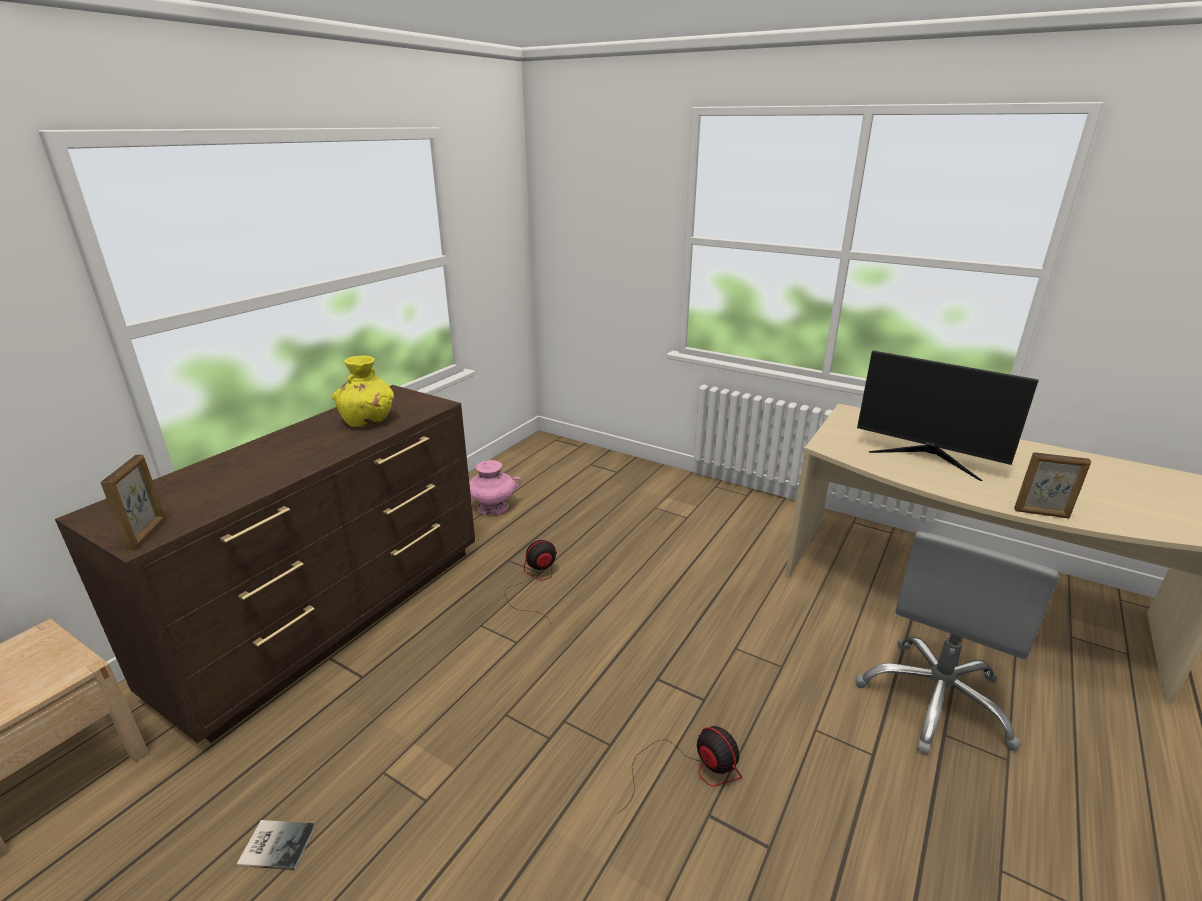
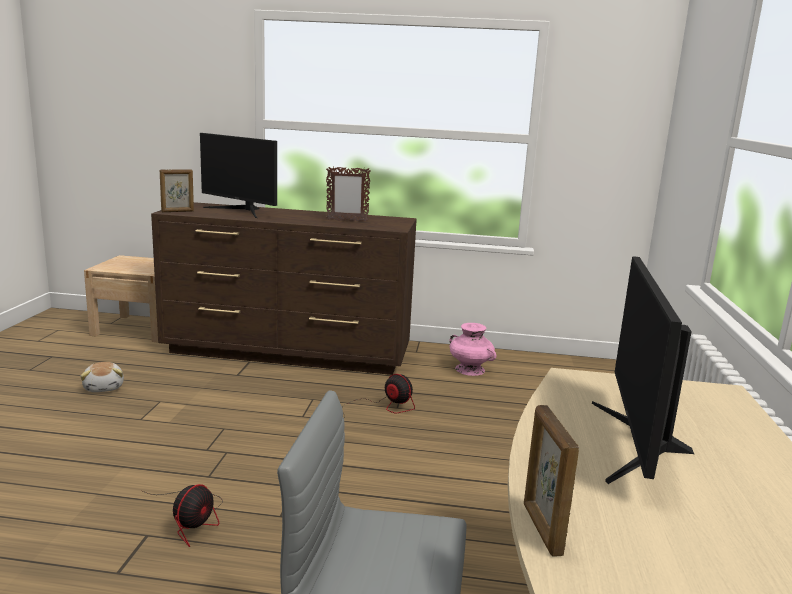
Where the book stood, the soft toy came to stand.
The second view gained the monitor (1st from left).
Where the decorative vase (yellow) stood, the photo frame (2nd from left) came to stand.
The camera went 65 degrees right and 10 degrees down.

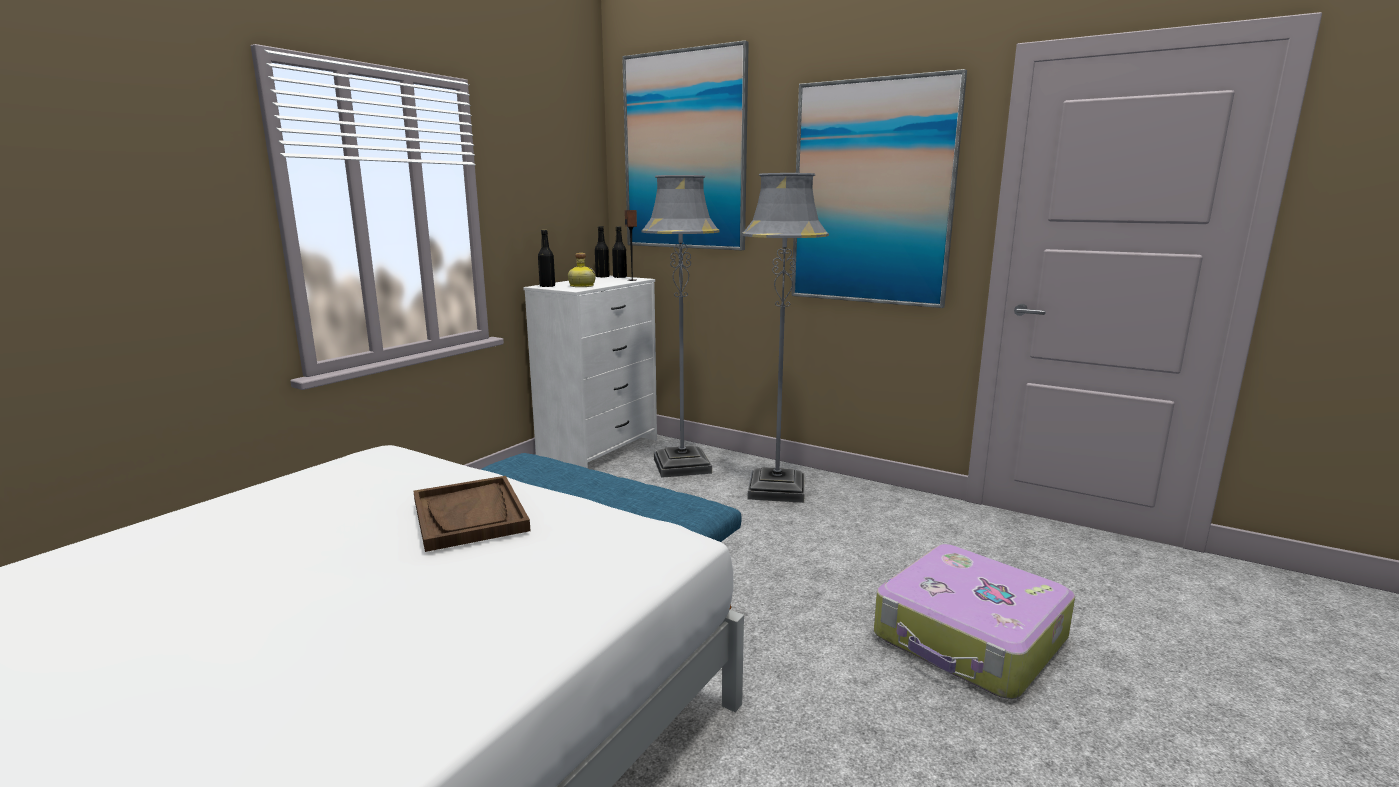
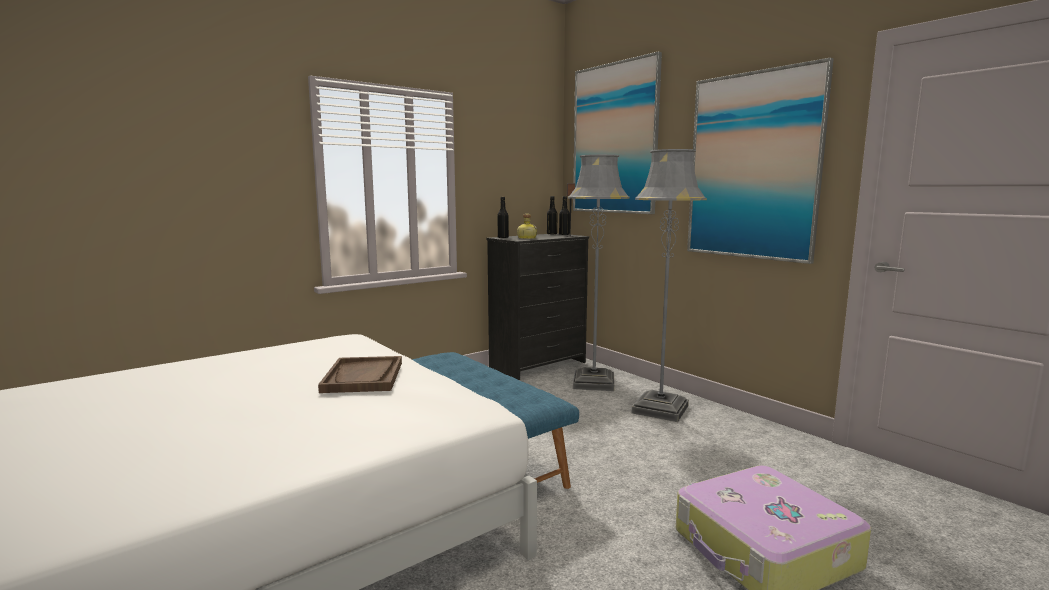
What was the chest of drawers (white) turned into the chest of drawers (black).
The camera went 20 degrees right and 5 degrees down.

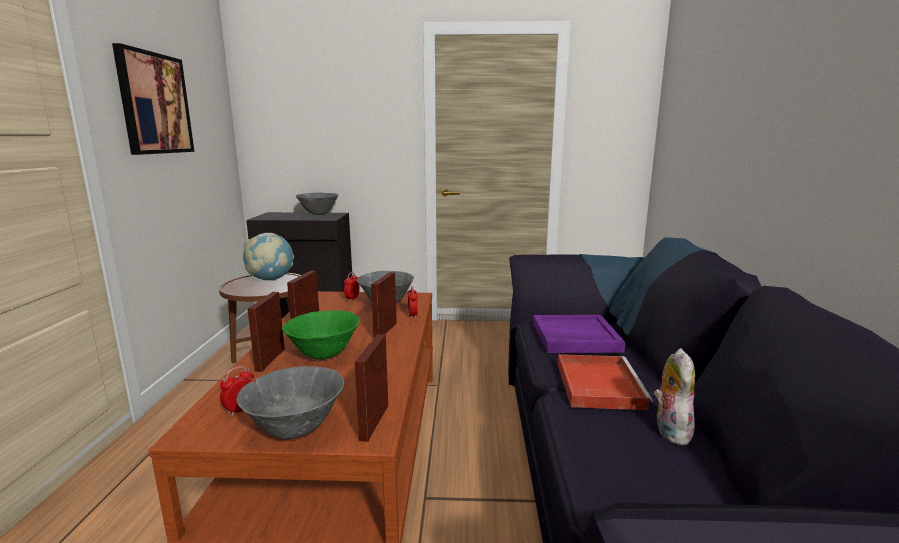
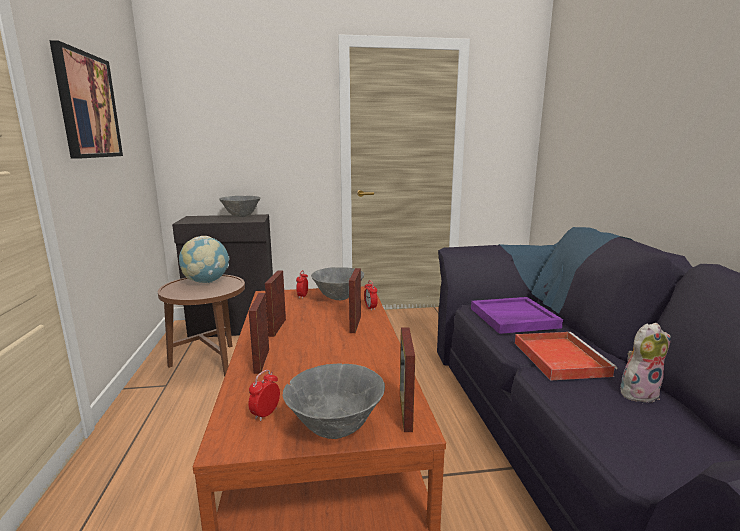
The soft toy ended up facing another way, 75 degrees clockwise from before.
The second view lost the serving bowl (green-coloured).
The camera went 10 degrees left and 0 degrees up.

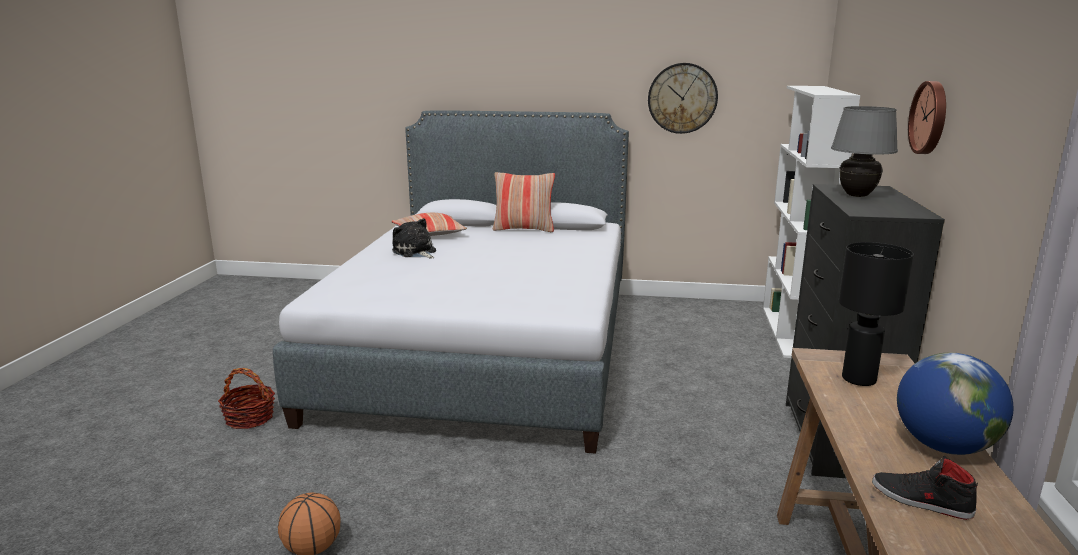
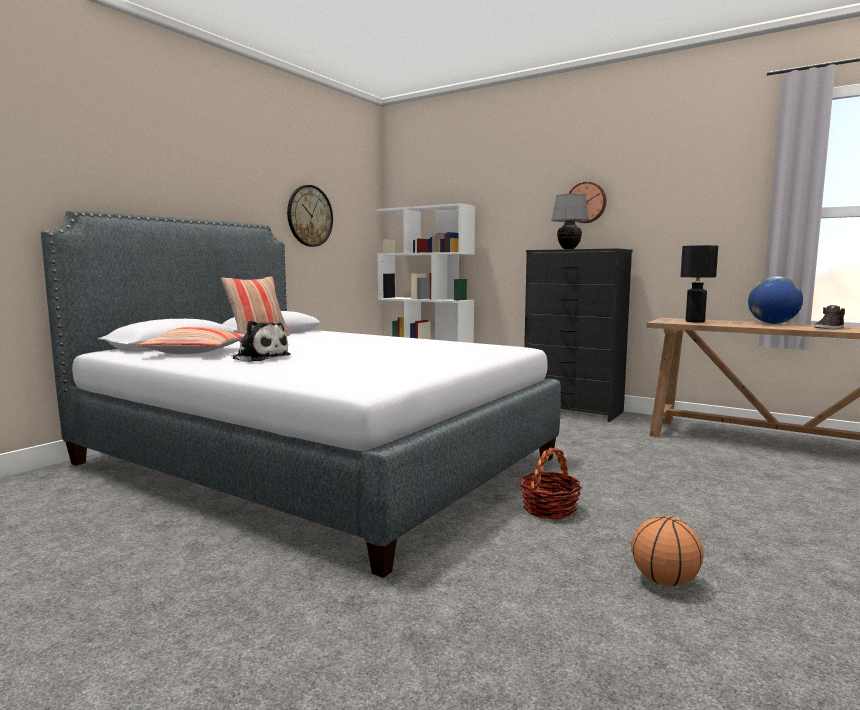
The soft toy ended up facing another way, 135 degrees counterclockwise from before.
The storage basket ended up elsewhere.
The camera went 65 degrees left and 10 degrees down.

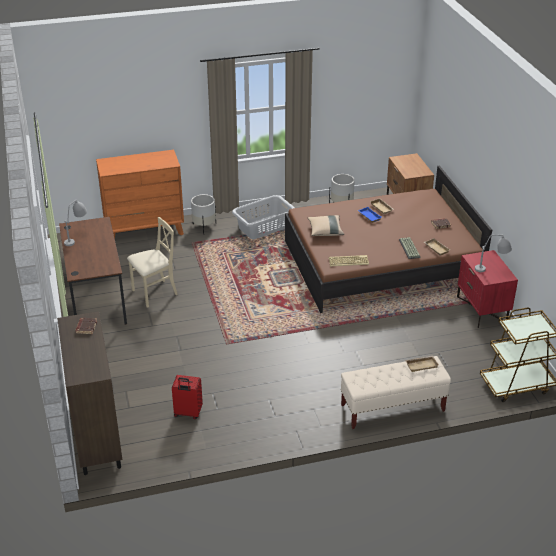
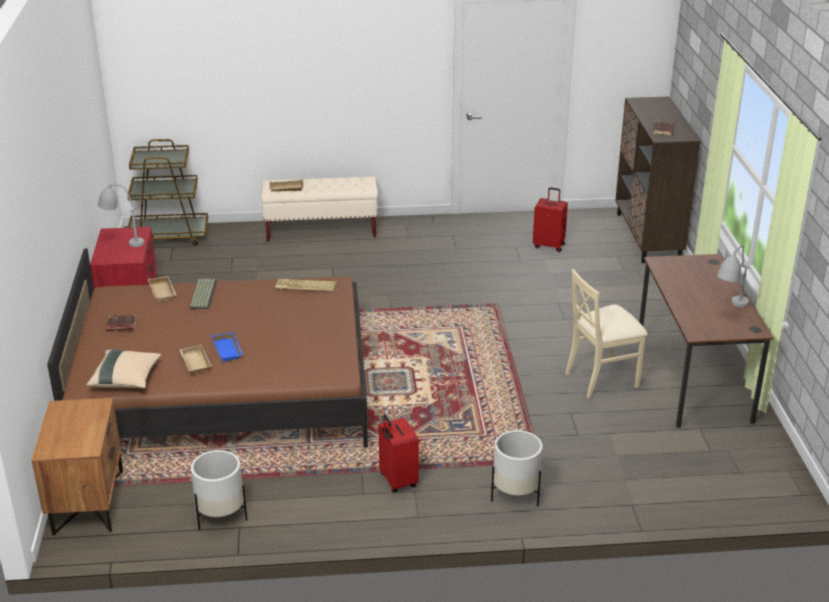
The throw pillow (beige) ended up elsewhere.
Where the laundry basket (grey) stood, the travel case (red-coloured) (1st from left) came to stand.
The second view lost the chest of drawers (orangey).
The camera went 170 degrees left and 5 degrees down.

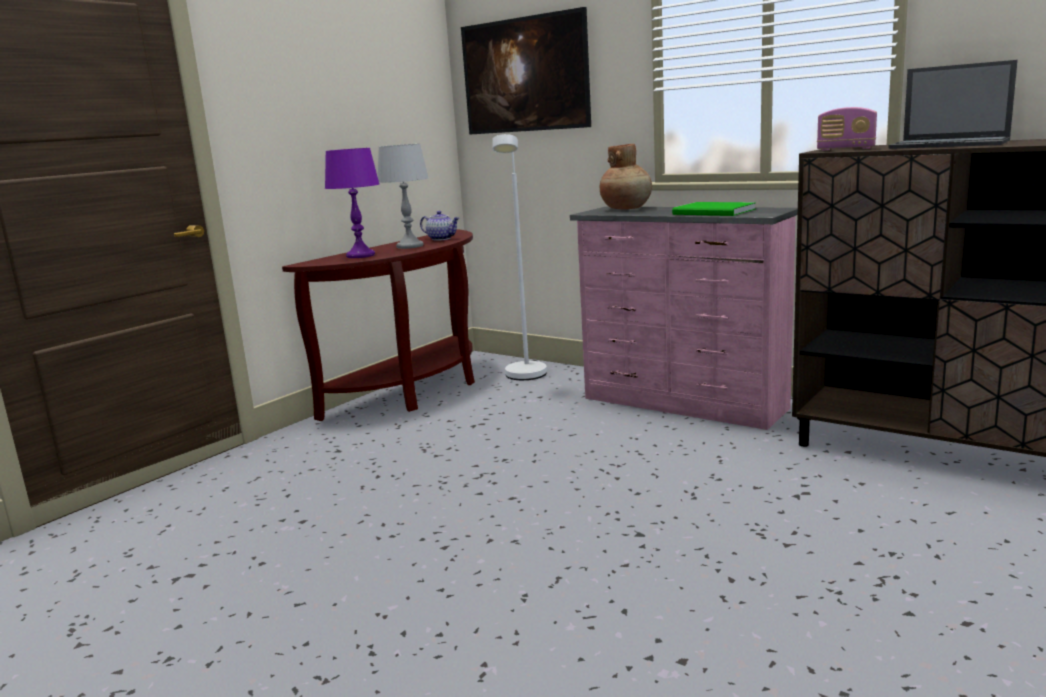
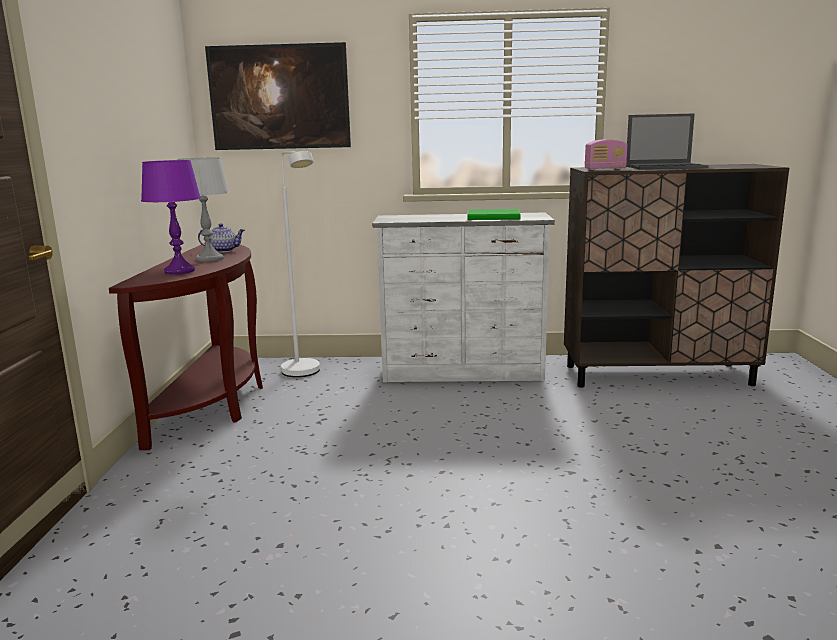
What was the chest of drawers (pink) turned into the chest of drawers (white).
The second view lost the decorative vase (brown).
The camera went 35 degrees left and 0 degrees up.

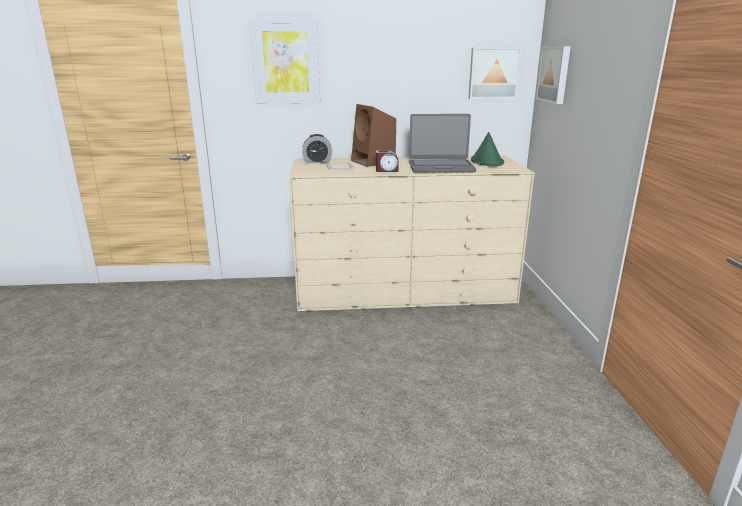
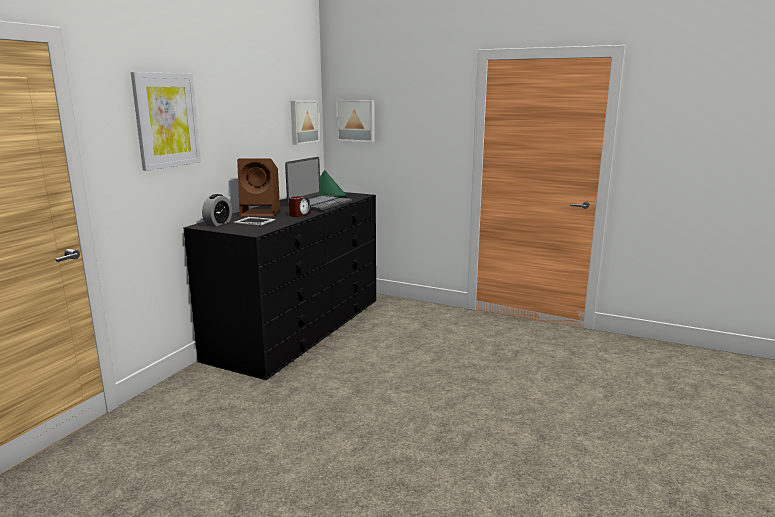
What was the chest of drawers (beige) turned into the chest of drawers (black).
The camera went 60 degrees left and 5 degrees down.

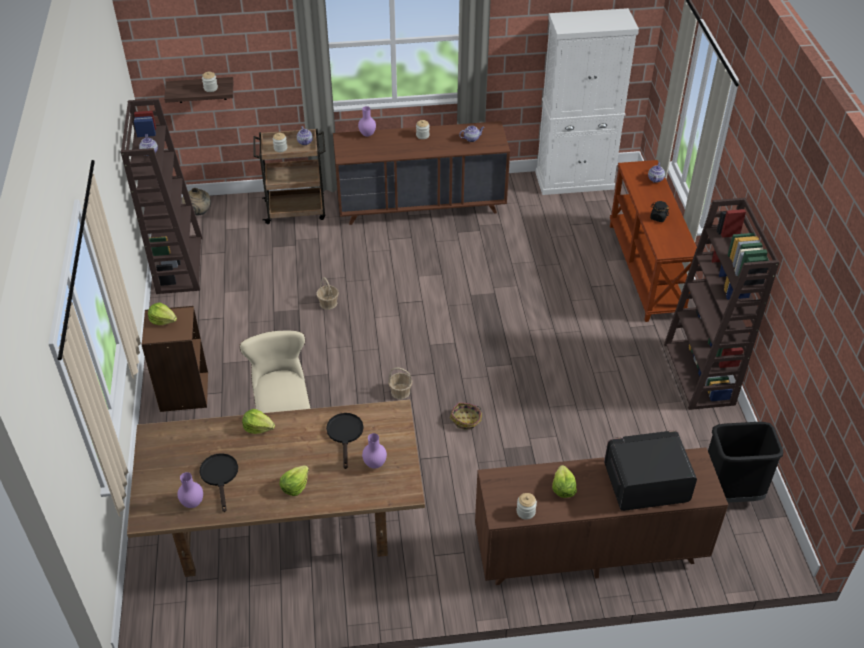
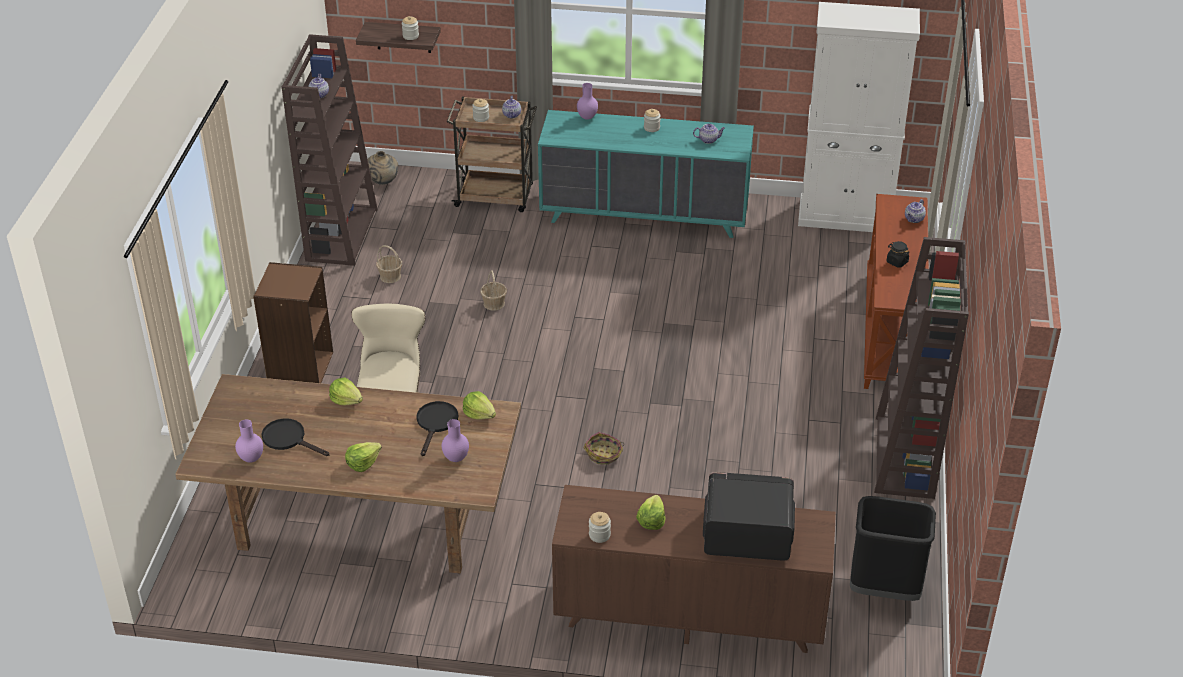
The frying pan (black) (1st from left) ended up facing another way, 60 degrees counterclockwise from before.
The storage basket (2nd from left in the first image) ended up elsewhere.
The lettuce (1st from left in the first image) ended up elsewhere.
What was the chest of drawers (brown) (1st from left) turned into the chest of drawers (turquoise).
The camera went 15 degrees right and 5 degrees down.

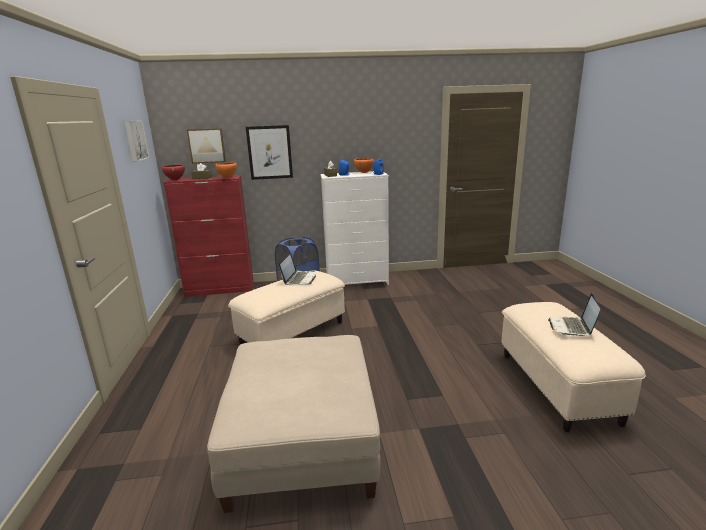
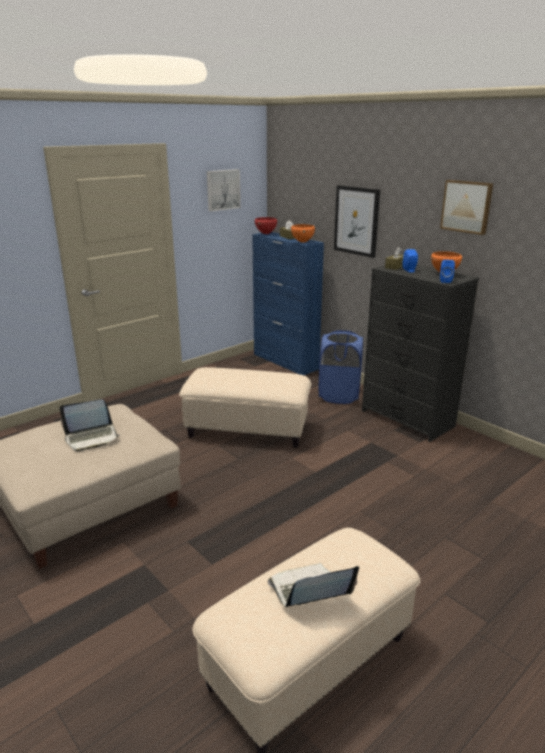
The notebook computer (1st from left) ended up elsewhere.
What was the storage cabinet (red-coloured) turned into the storage cabinet (blue).
What was the chest of drawers (white) turned into the chest of drawers (black).
The wall picture (2nd from left in the first image) ended up elsewhere.
The camera went 55 degrees right and 5 degrees up.

